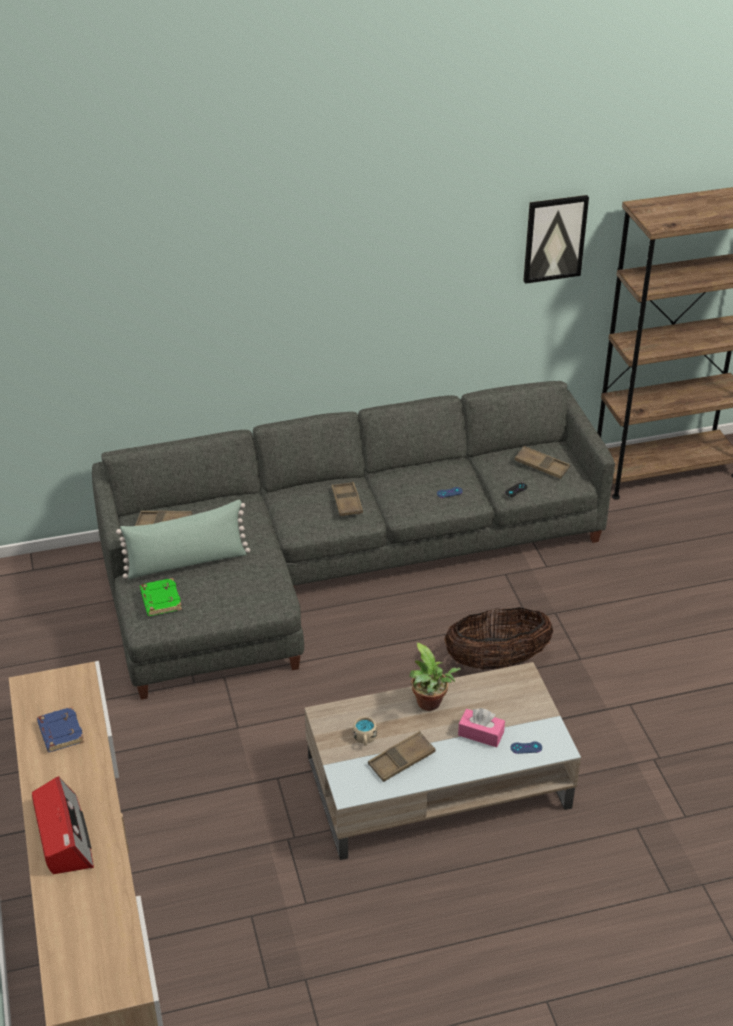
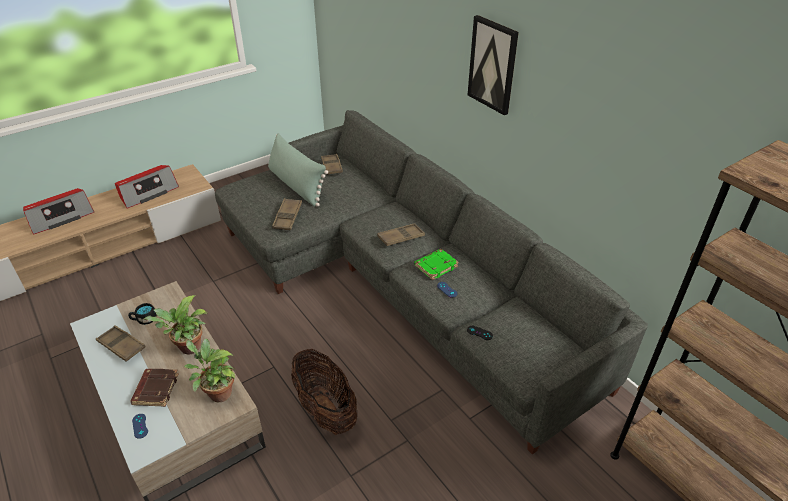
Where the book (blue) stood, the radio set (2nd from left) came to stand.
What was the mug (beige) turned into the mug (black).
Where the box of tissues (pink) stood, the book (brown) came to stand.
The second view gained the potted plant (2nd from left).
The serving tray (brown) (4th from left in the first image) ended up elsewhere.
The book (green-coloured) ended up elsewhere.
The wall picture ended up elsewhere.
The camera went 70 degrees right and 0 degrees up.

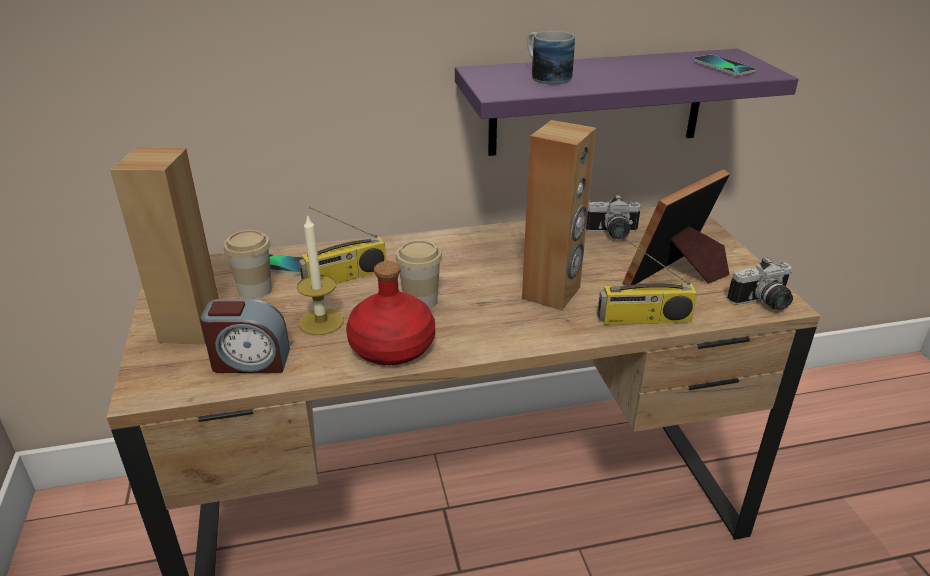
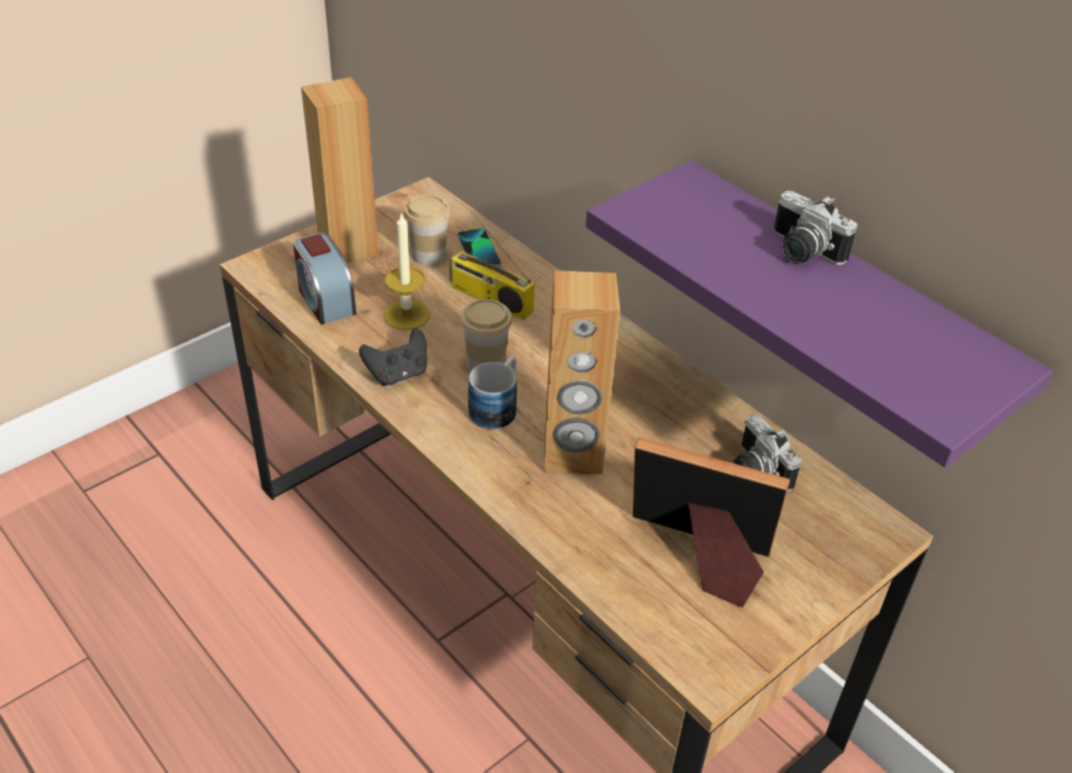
Where the beverage bottle (red-coloured) stood, the joypad (black) came to stand.
The mug ended up elsewhere.
The photo camera (2nd from left) ended up elsewhere.
The second view lost the radio set (2nd from left).
The second view lost the handset (2nd from left).
The camera went 60 degrees right and 10 degrees up.

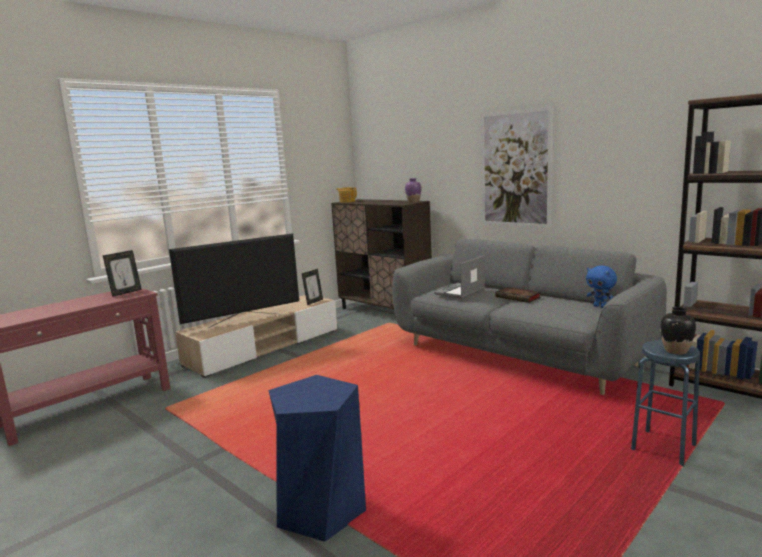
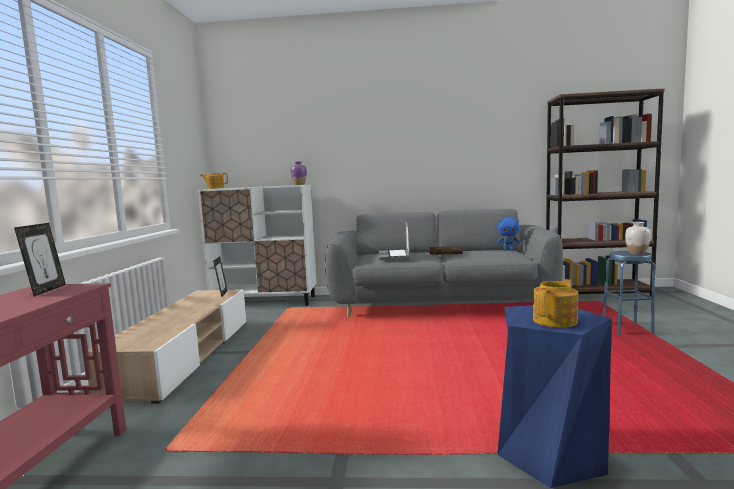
What was the storage cabinet (brown) turned into the storage cabinet (white).
The second view gained the tea pot (2nd from left).
What was the decorative vase (black) turned into the decorative vase (white).
The second view lost the television.
The second view lost the wall picture.
The camera went 40 degrees left and 5 degrees down.

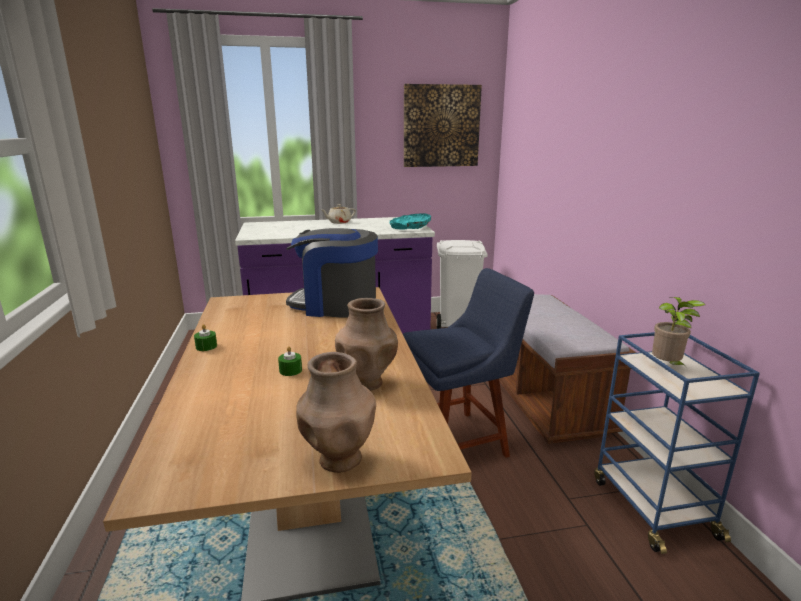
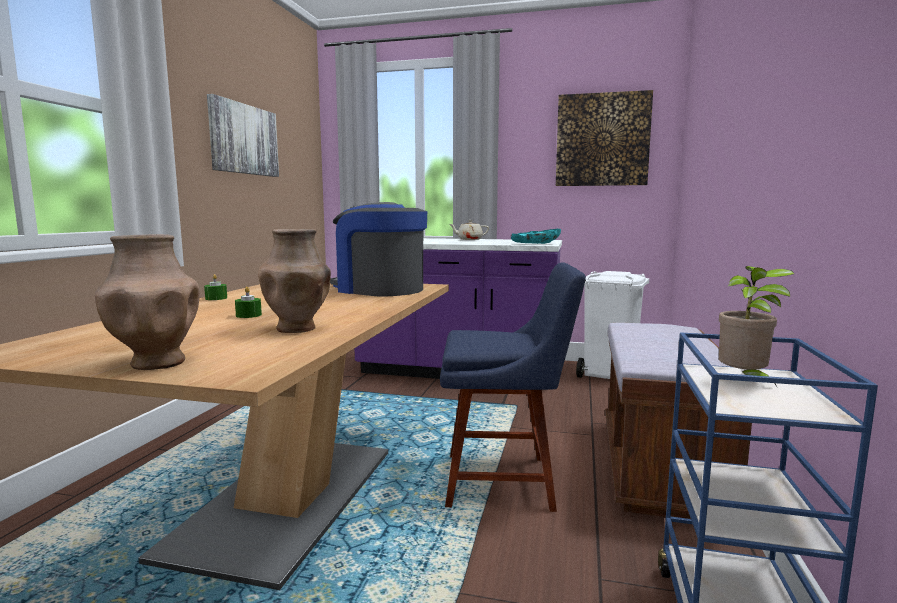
The second view gained the wall picture (1st from left).
The camera went 25 degrees right and 10 degrees down.

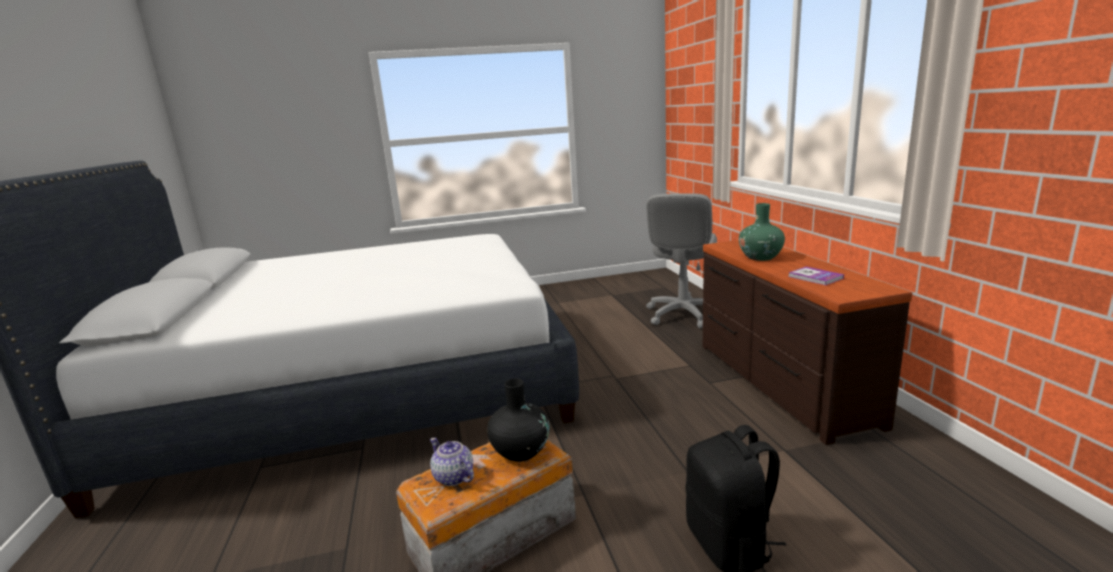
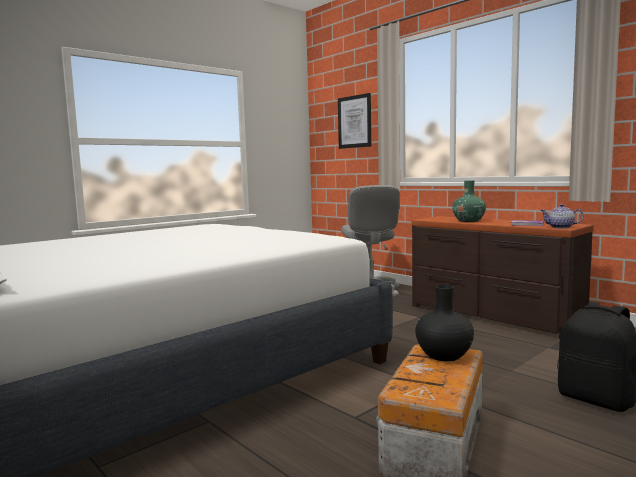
The second view gained the wall picture.
The tea pot ended up elsewhere.
The camera went 30 degrees left and 10 degrees down.

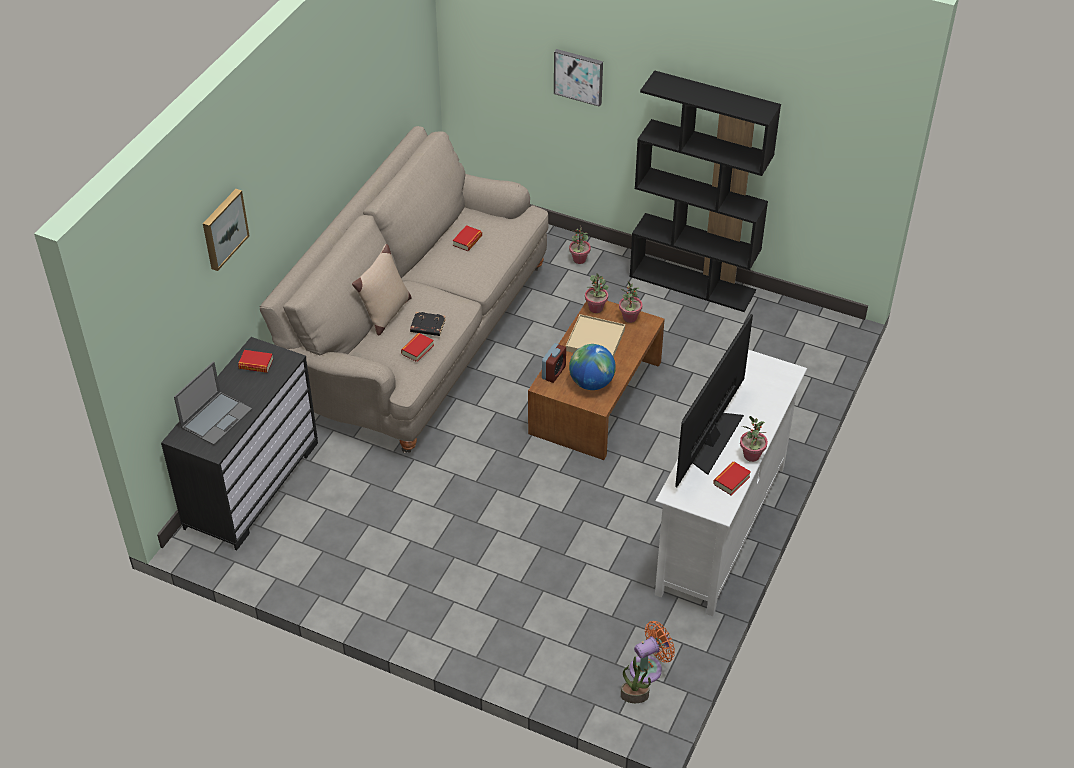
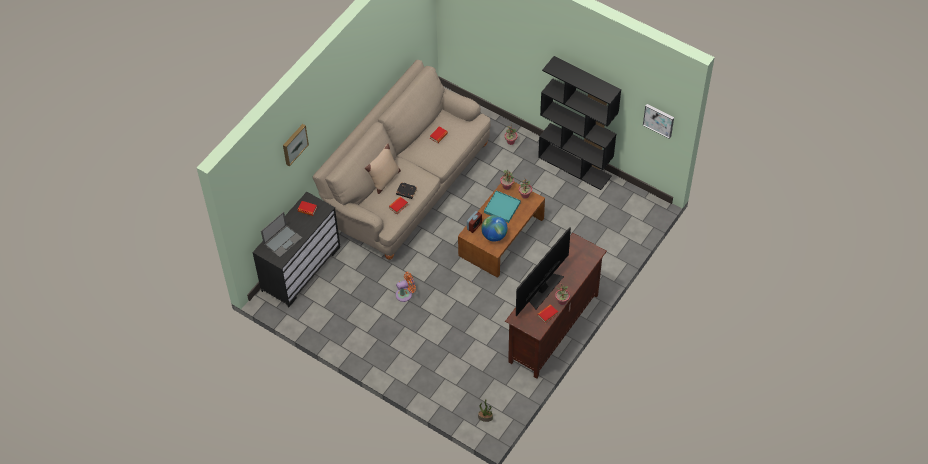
The electric fan (orangey) ended up elsewhere.
What was the serving tray (beige) turned into the serving tray (turquoise).
What was the tv stand (white) turned into the tv stand (brown).
The wall picture (2nd from left) ended up elsewhere.
The camera went 10 degrees right and 10 degrees up.

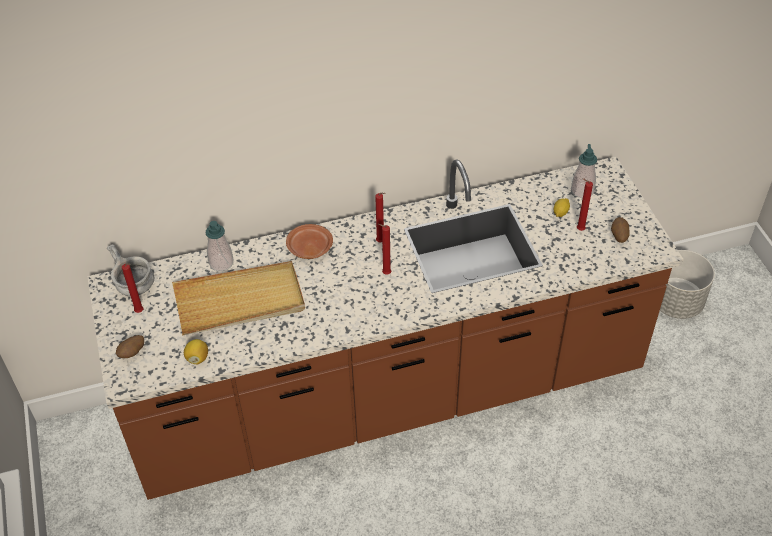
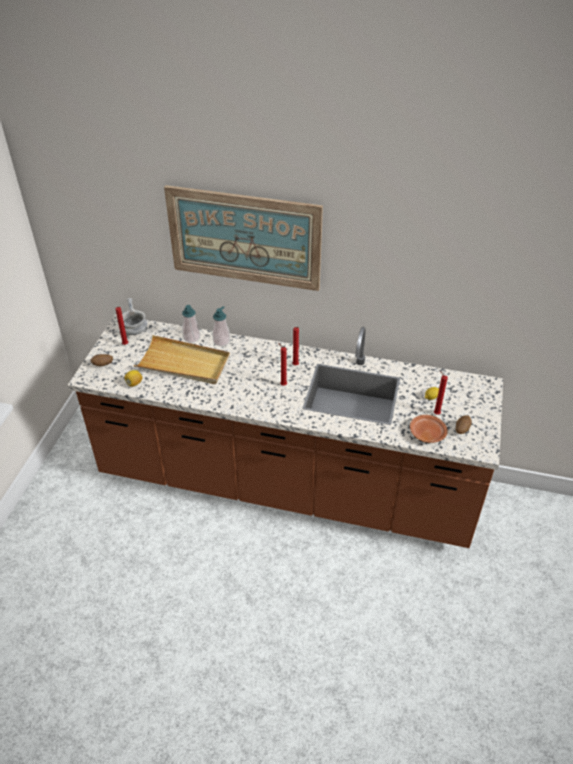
The second view gained the wall picture.
The soap dispenser (2nd from left) ended up elsewhere.
The plate (brown) ended up elsewhere.
The second view lost the planter (grey).
The camera went 30 degrees right and 5 degrees down.

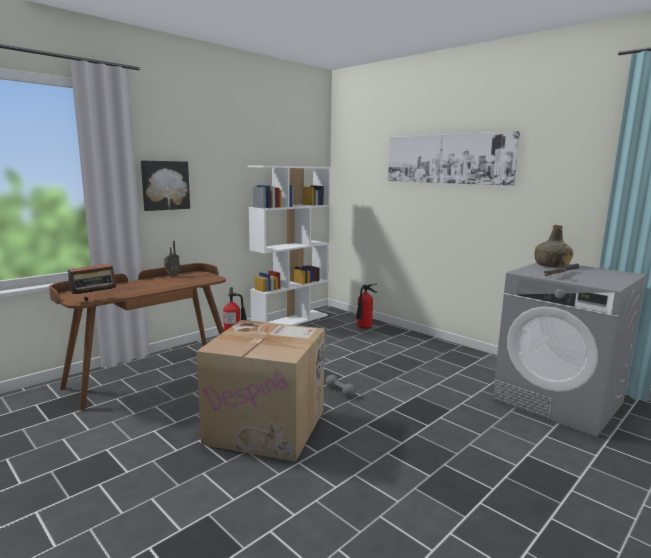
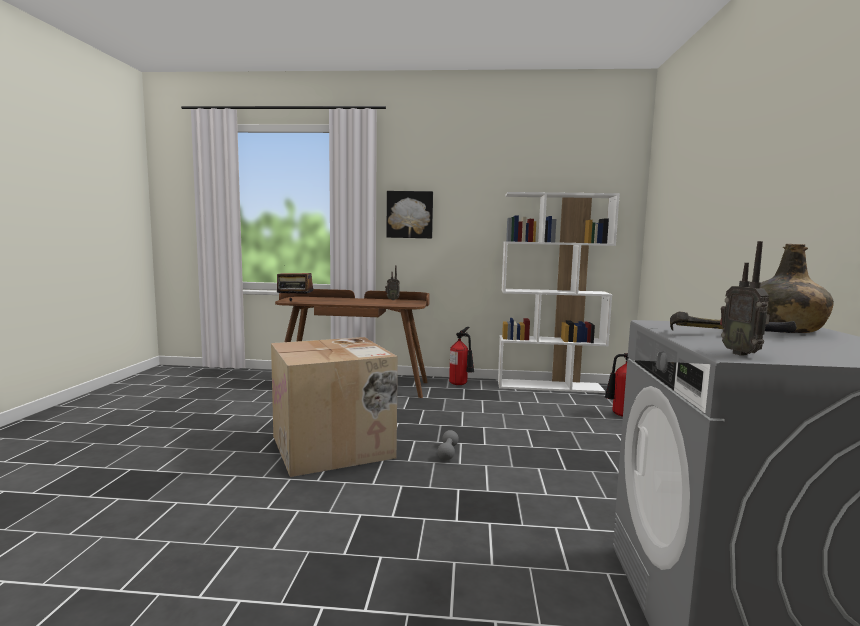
The second view gained the radio set (3rd from left).
The second view lost the wall picture (2nd from left).
The camera went 50 degrees right and 5 degrees down.

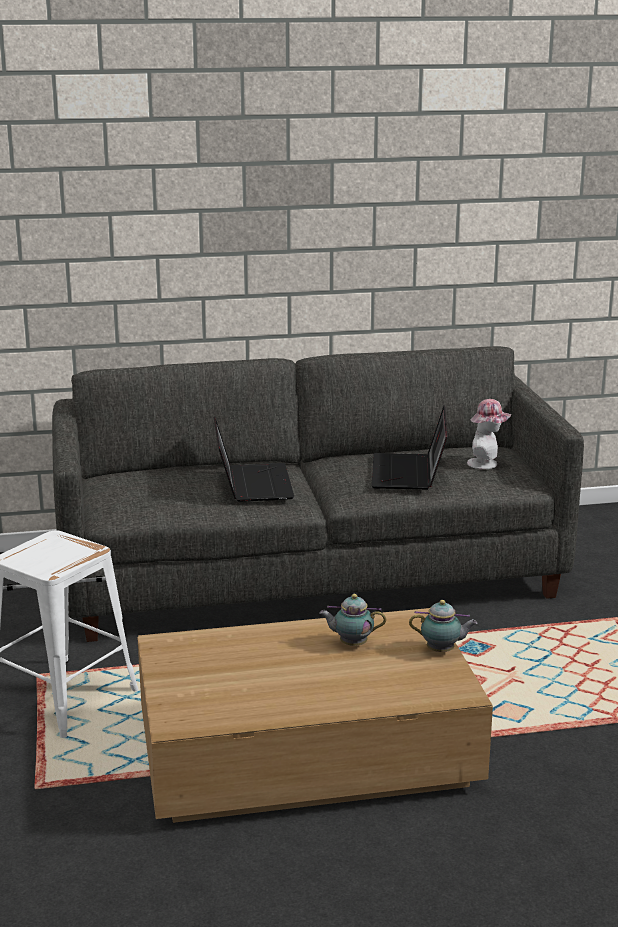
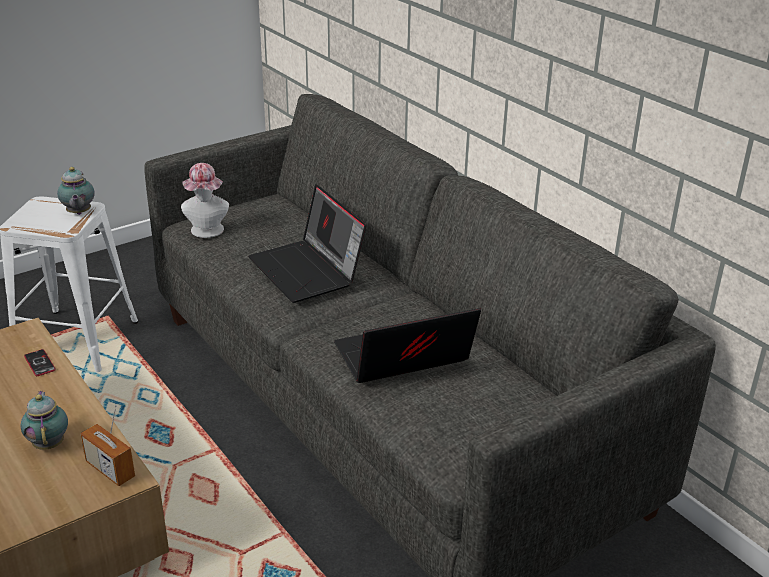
The second view gained the handset.
The tea pot (2nd from left) ended up elsewhere.
The second view gained the radio set.
The wearable hat ended up elsewhere.
The notebook computer (1st from left) ended up facing another way, 90 degrees clockwise from before.
The camera went 65 degrees right and 10 degrees up.

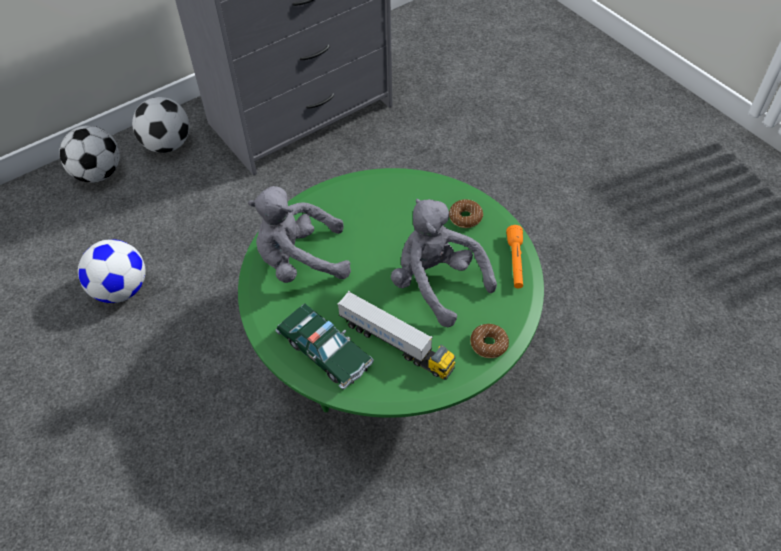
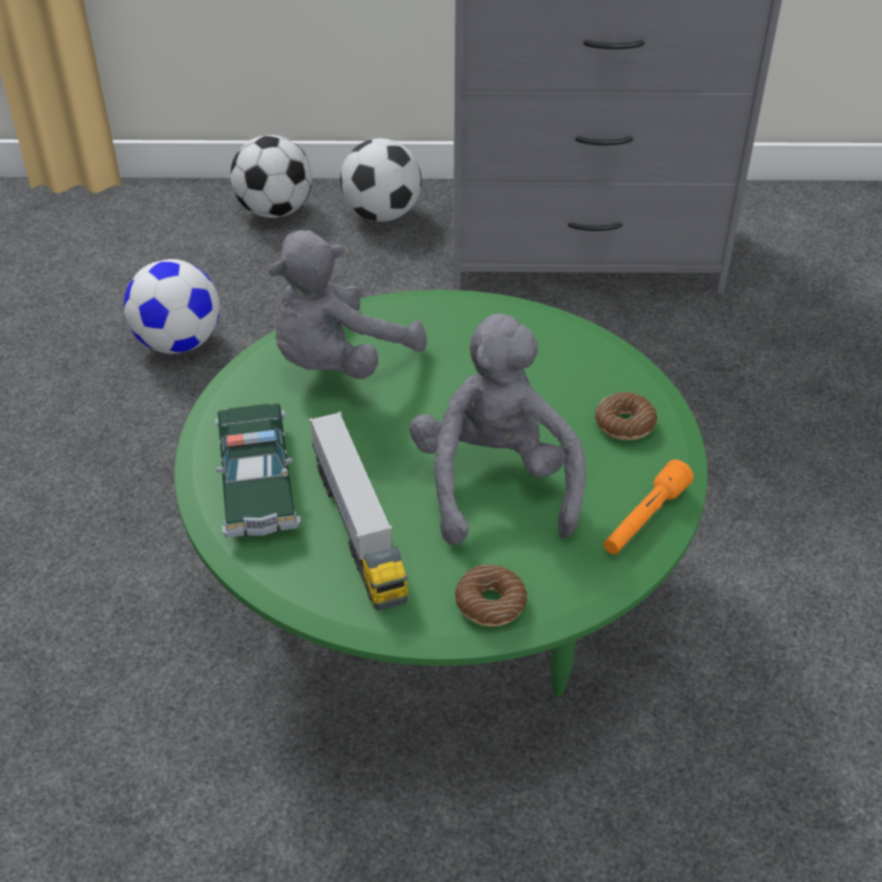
The soft toy (grey) (1st from left) ended up facing another way, 75 degrees counterclockwise from before.
The camera went 35 degrees right and 10 degrees down.

